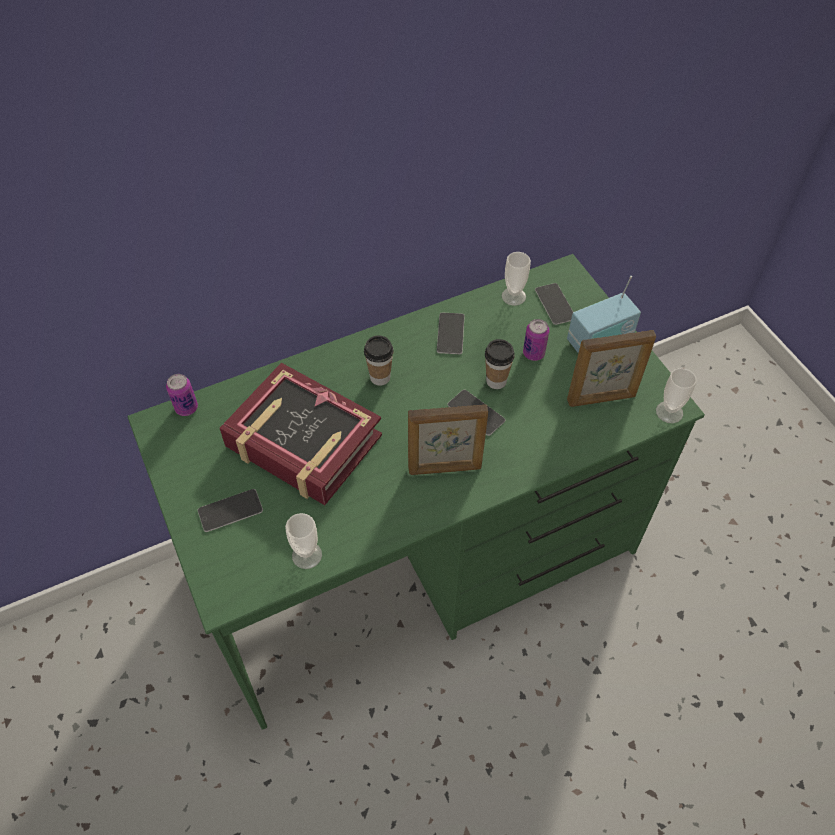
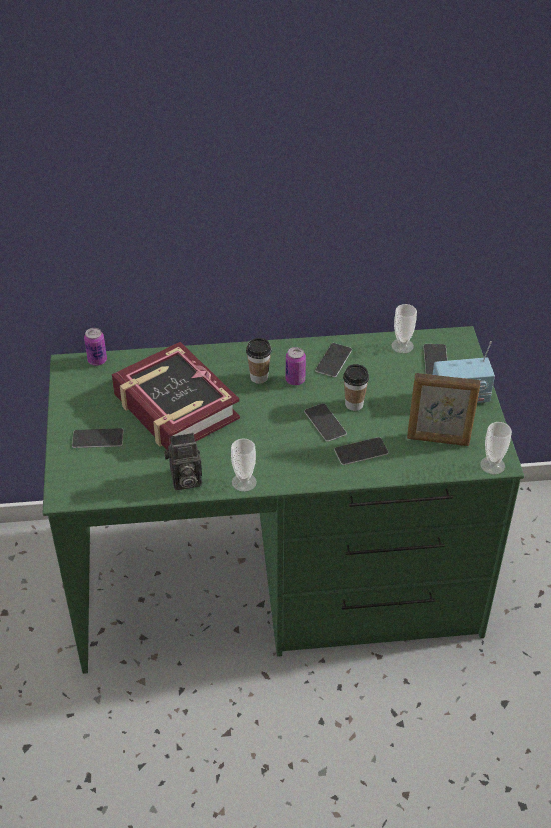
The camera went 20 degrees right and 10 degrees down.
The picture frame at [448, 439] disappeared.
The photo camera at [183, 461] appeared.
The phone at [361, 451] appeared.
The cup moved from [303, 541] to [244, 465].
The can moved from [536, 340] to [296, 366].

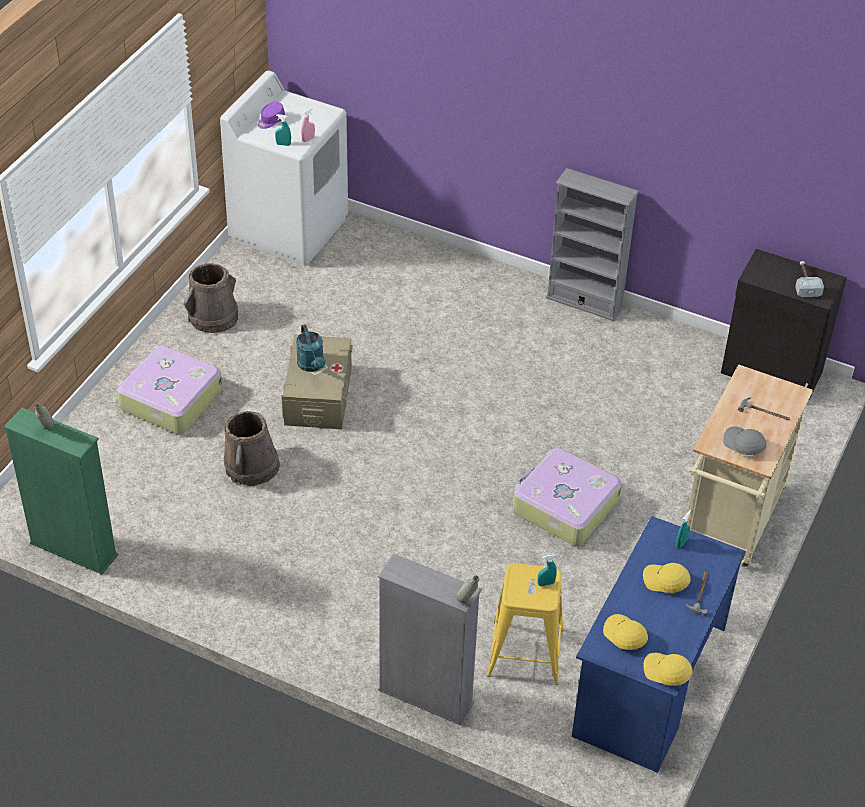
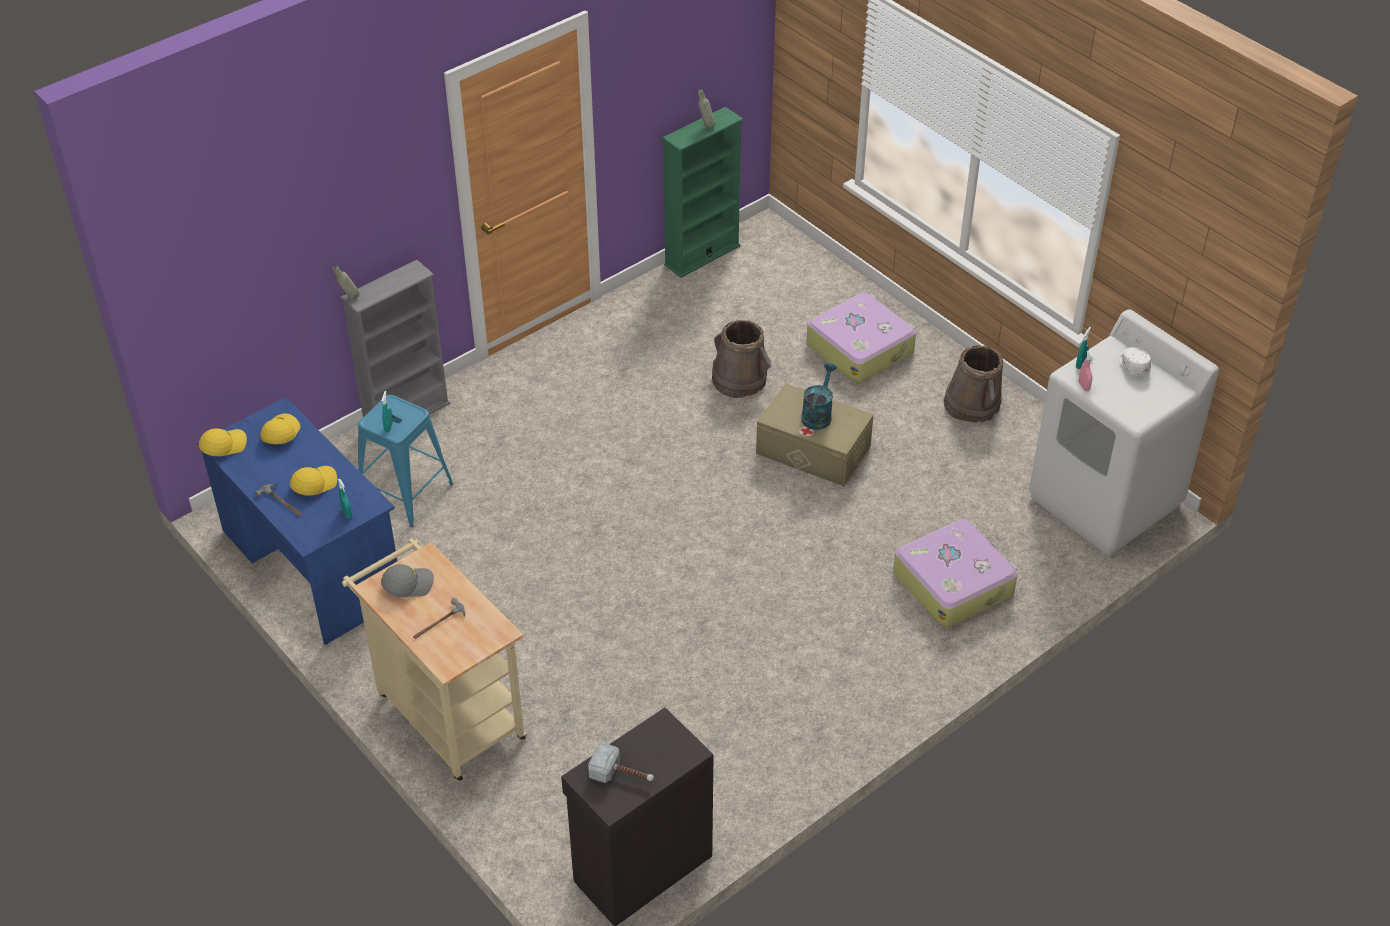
The camera went 115 degrees right and 0 degrees up.
The grey bookcase at [592, 244] disappeared.
The suitcase moved from [567, 497] to [955, 573].
The purple cap at [271, 115] became the white cap at [1134, 361].
The yellow stool at [525, 624] became the blue stool at [405, 461].
The turquoise watering can at [310, 348] turned 105 degrees clockwise.
The yellow cap at [625, 632] turned 75 degrees counterclockwise.

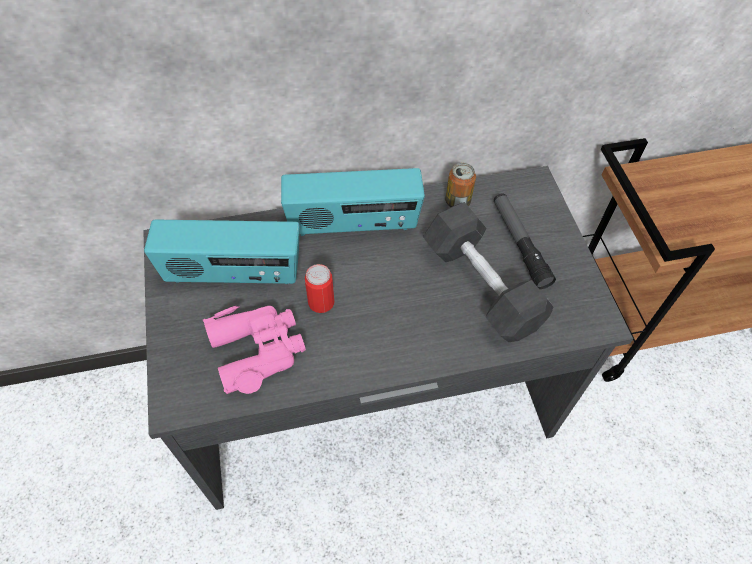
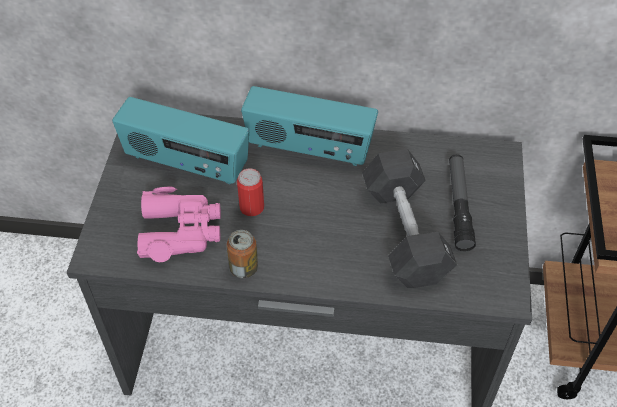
The camera went 20 degrees right and 5 degrees down.
The can moved from [460, 185] to [242, 254].

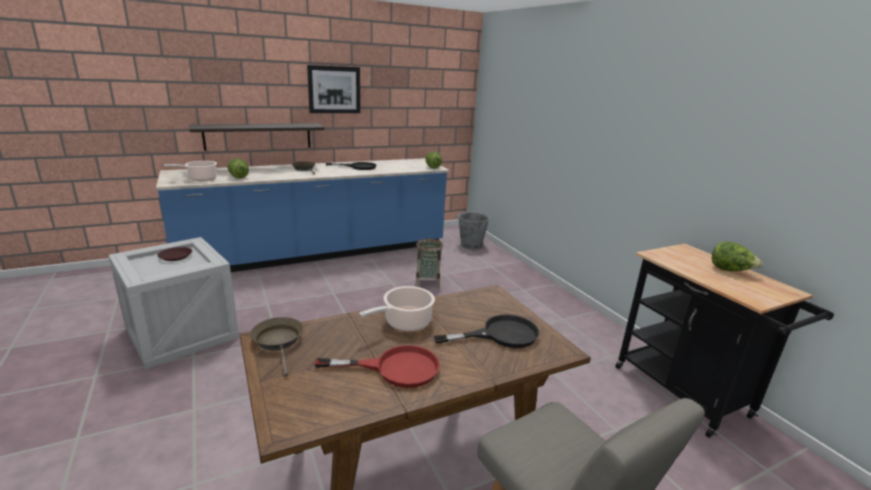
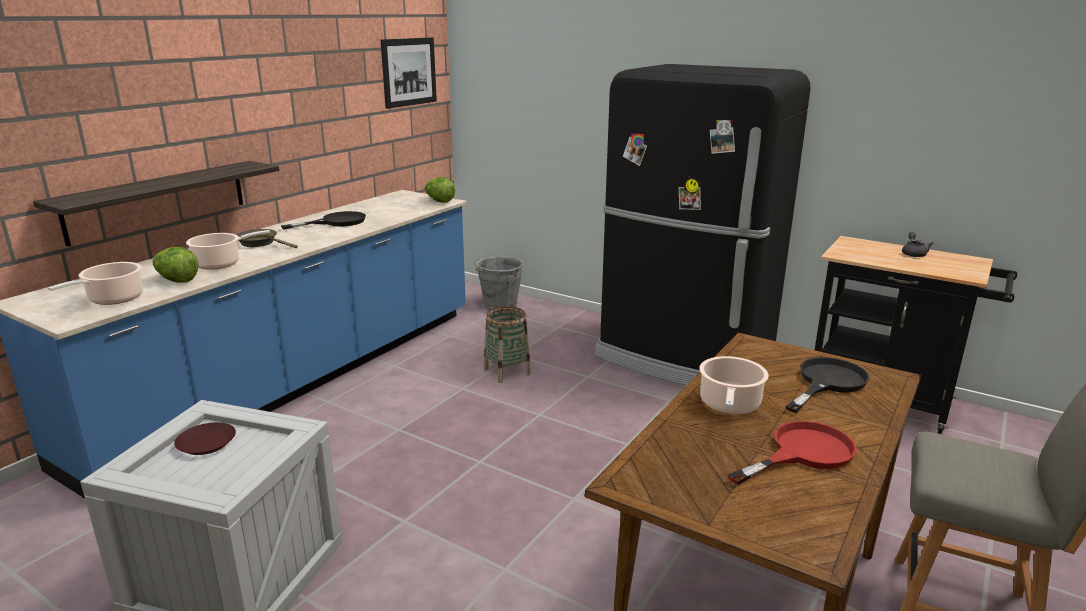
The camera went 30 degrees left and 0 degrees up.
The brown frying pan at [276, 347] disappeared.
The cooking pot at [228, 250] appeared.
The black fridge at [703, 225] appeared.
The picture moved from [333, 89] to [409, 73].
The lettuce at [737, 256] was replaced by the grey teapot at [917, 244].

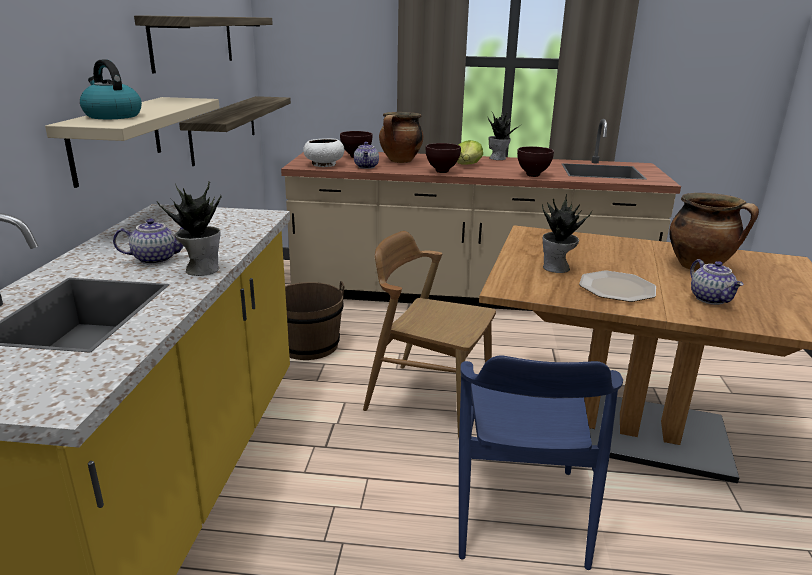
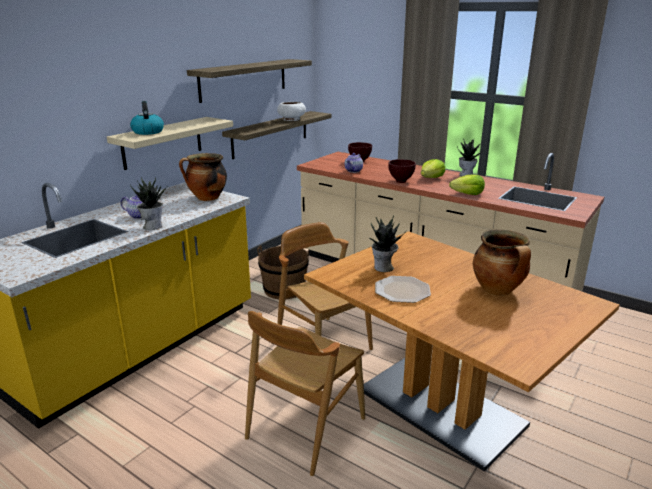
The camera went 30 degrees right and 0 degrees up.
The teapot at [717, 282] disappeared.
The white bowl moved from [323, 152] to [291, 111].
The cooking pot moved from [401, 137] to [203, 177].
The brown bowl at [535, 161] was replaced by the lettuce at [467, 185].
The blue chair at [541, 462] became the brown chair at [305, 393].

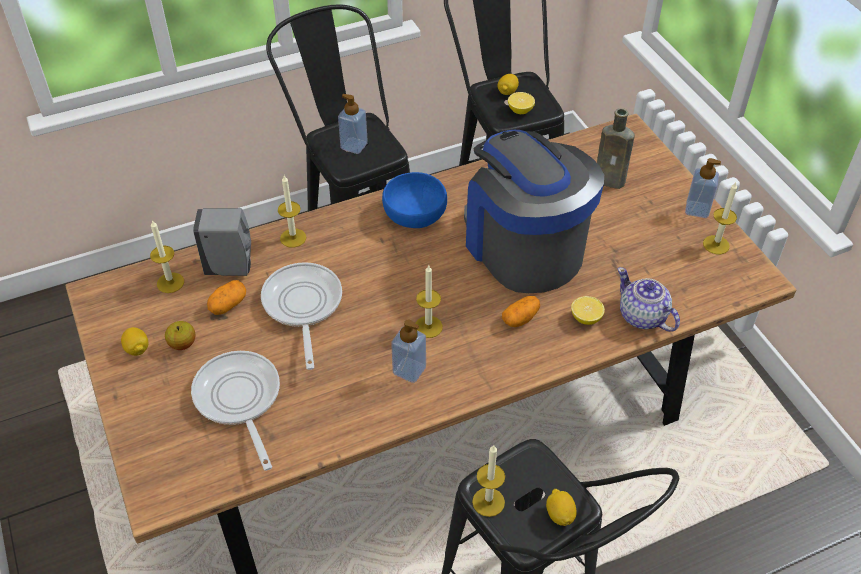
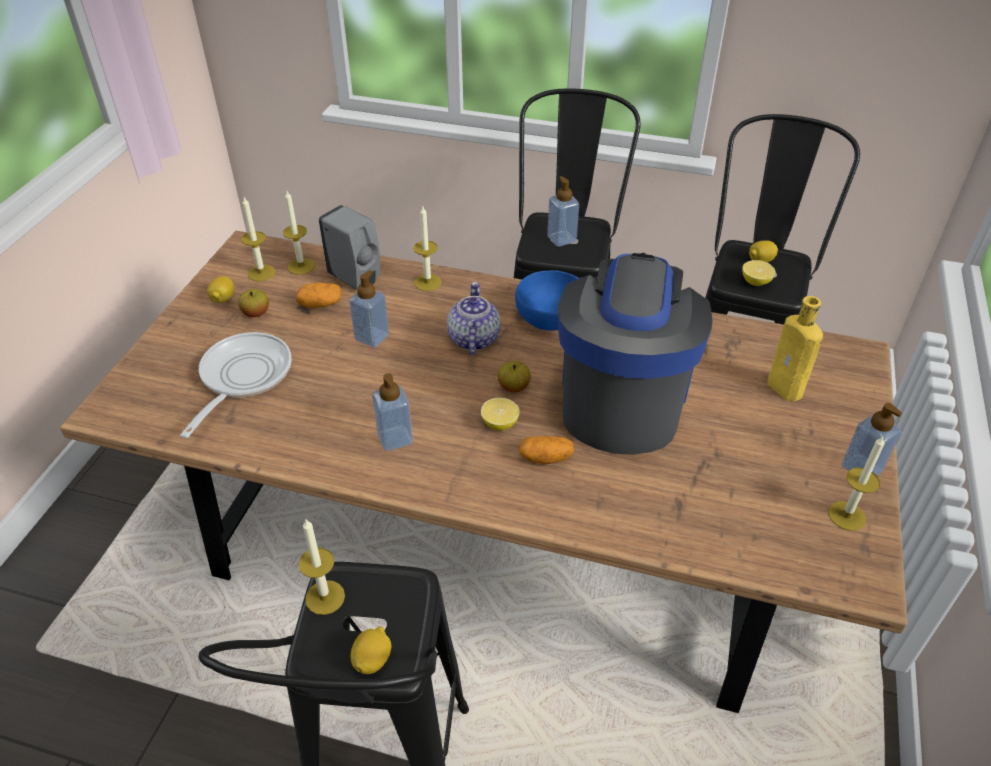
The camera went 40 degrees right and 5 degrees down.
The apple at [514, 376] appeared.
The candle moved from [429, 301] to [258, 239].
The lemon moved from [588, 310] to [500, 414].
The teapot moved from [648, 299] to [474, 318].
The frying pan at [301, 316] was replaced by the soap dispenser at [369, 309].
The brown bottle at [616, 148] became the yellow bottle at [795, 348].

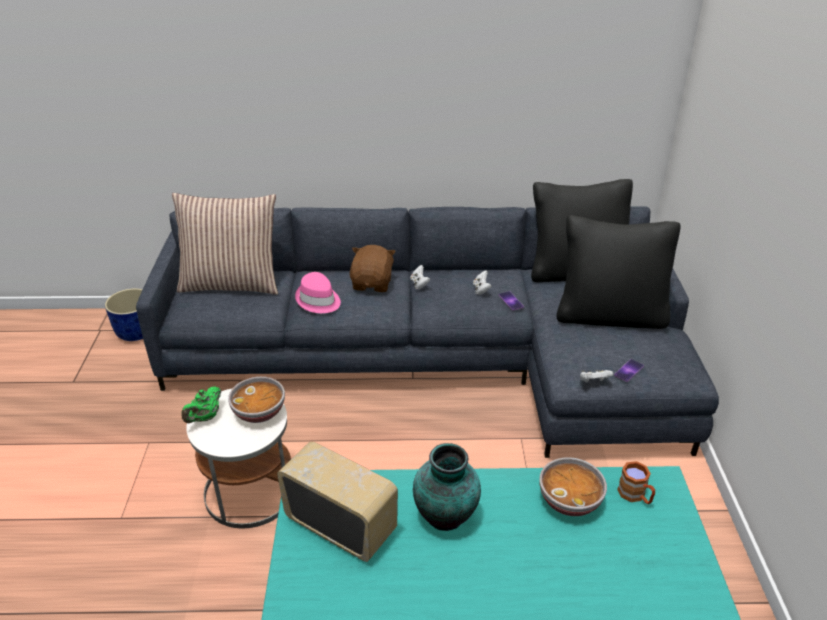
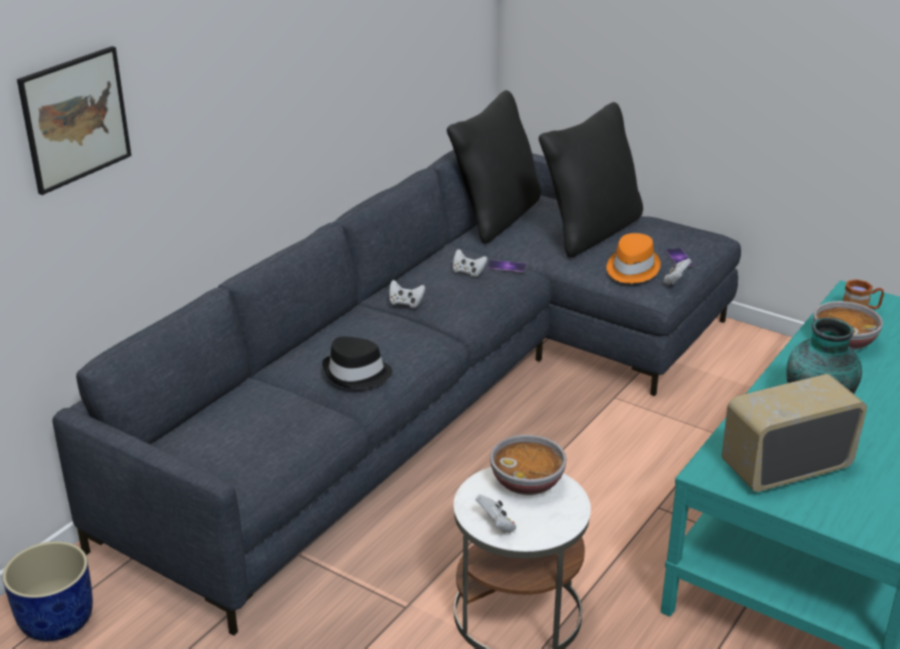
The camera went 55 degrees left and 5 degrees down.
The pillow at [225, 244] disappeared.
The brown plush toy at [373, 268] disappeared.
The picture at [74, 120] appeared.
The orange hat at [633, 258] appeared.
The green teapot at [201, 404] was replaced by the white game controller at [496, 514].
The pink hat at [318, 292] became the black hat at [357, 362].

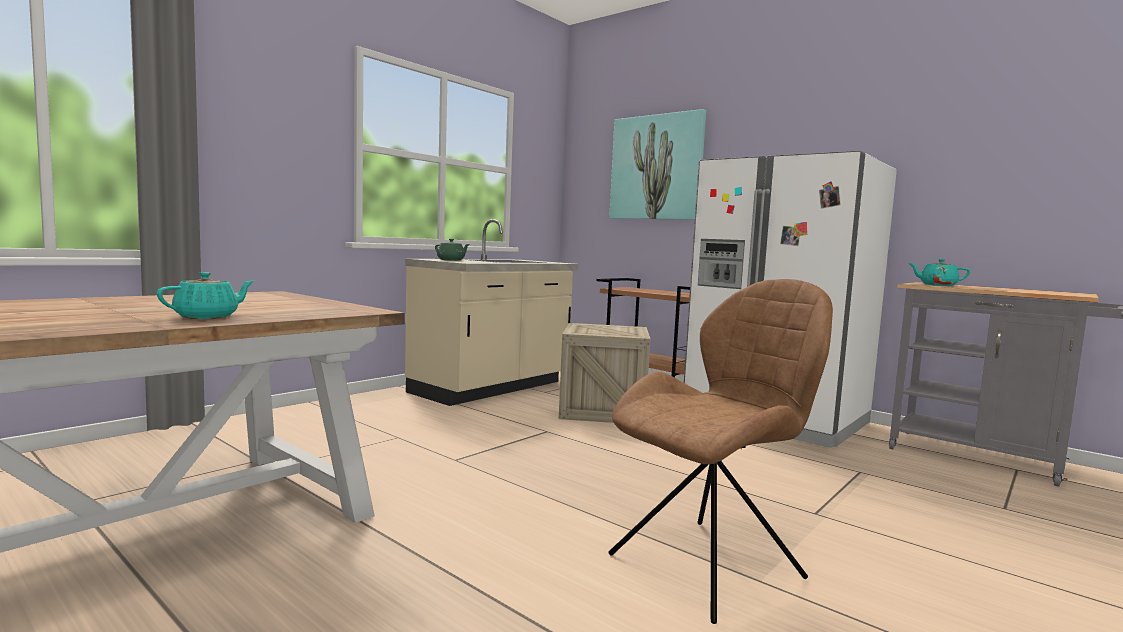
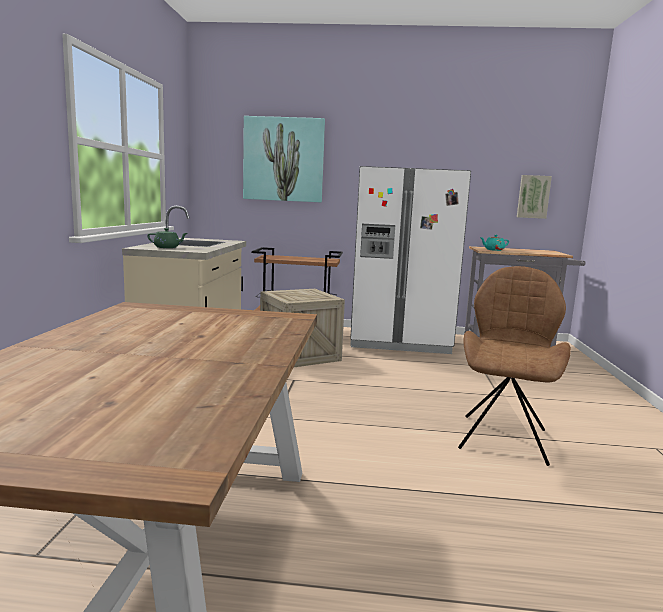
The camera went 35 degrees left and 5 degrees up.
The turquoise teapot at [205, 295] disappeared.
The picture at [534, 197] appeared.

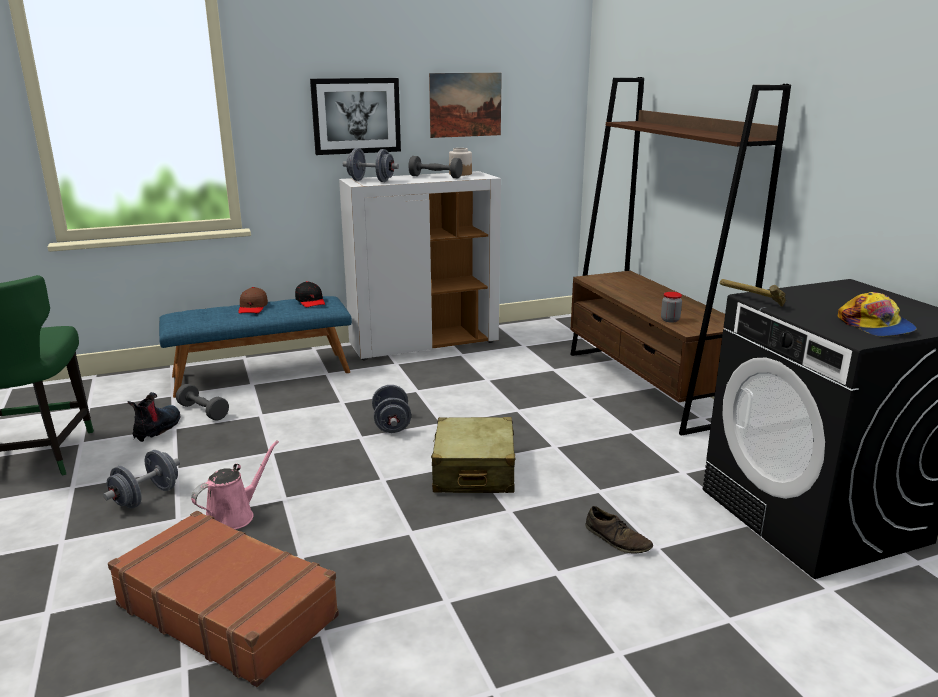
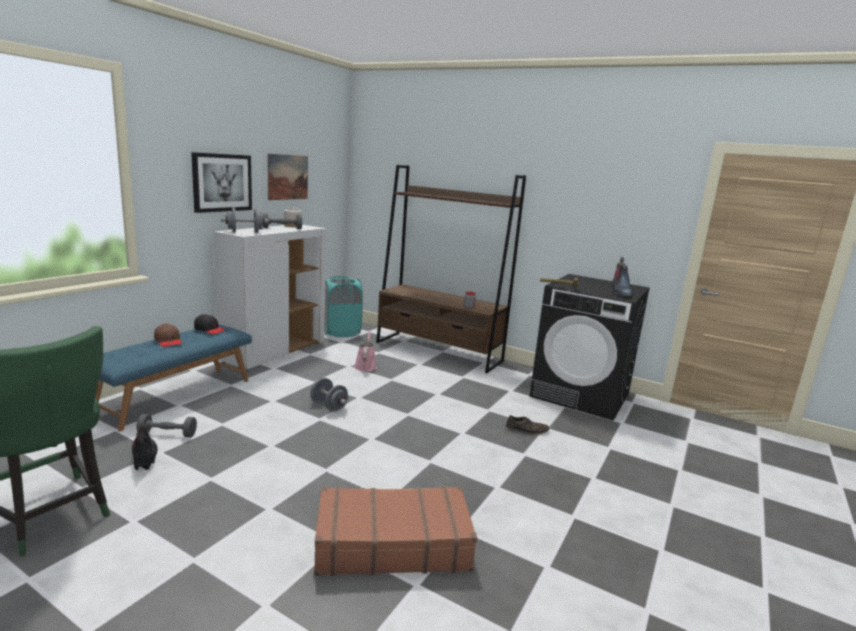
The camera went 40 degrees left and 5 degrees down.
The grey dumbbell at [141, 479] disappeared.
The beige suitcase at [473, 455] disappeared.
The turquoise laundry basket at [343, 306] appeared.
The pink watering can moved from [235, 484] to [365, 351].
The cap at [877, 314] was replaced by the boot at [622, 276].

